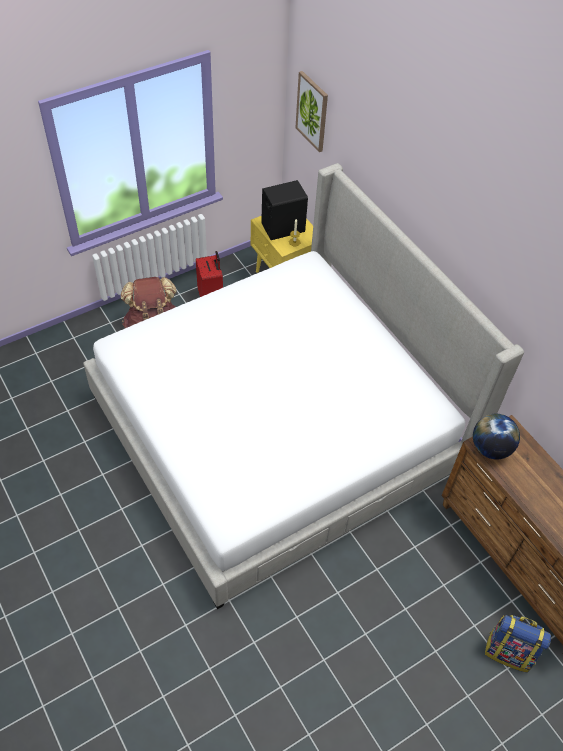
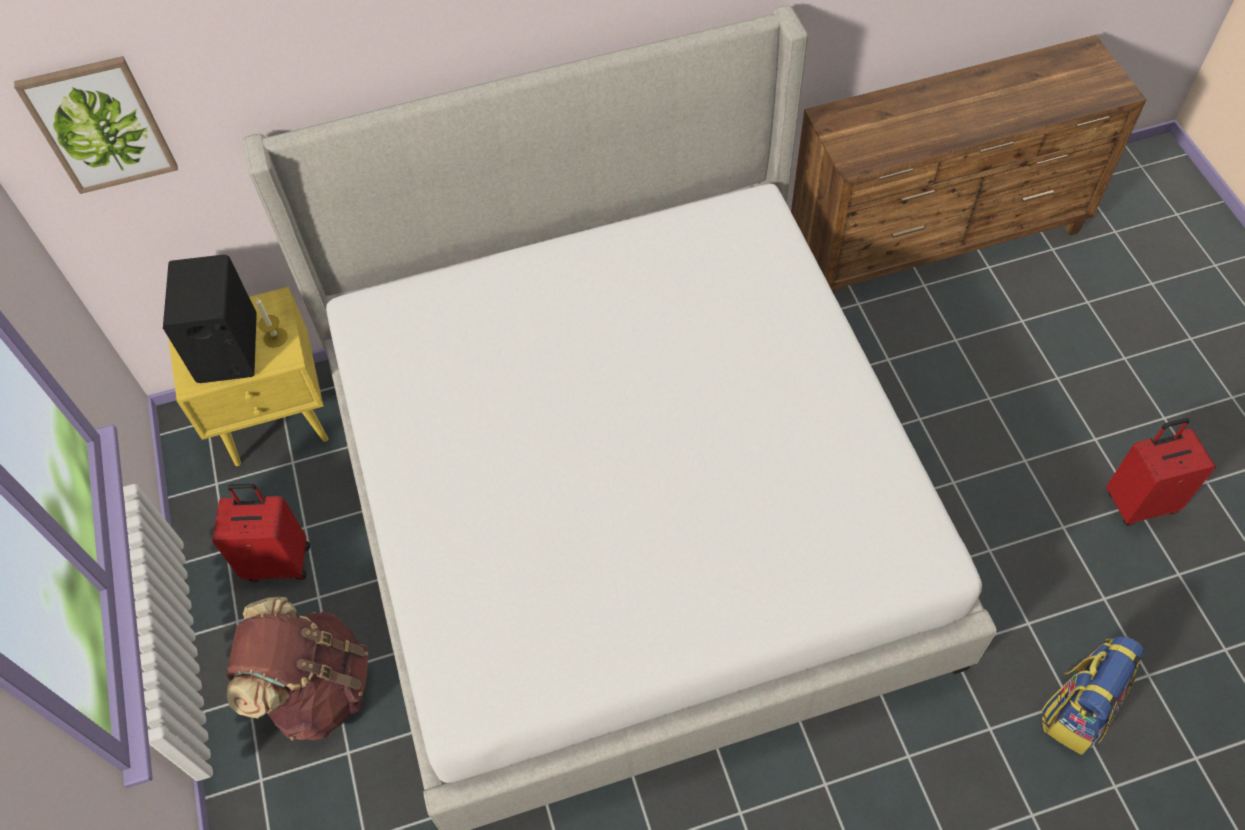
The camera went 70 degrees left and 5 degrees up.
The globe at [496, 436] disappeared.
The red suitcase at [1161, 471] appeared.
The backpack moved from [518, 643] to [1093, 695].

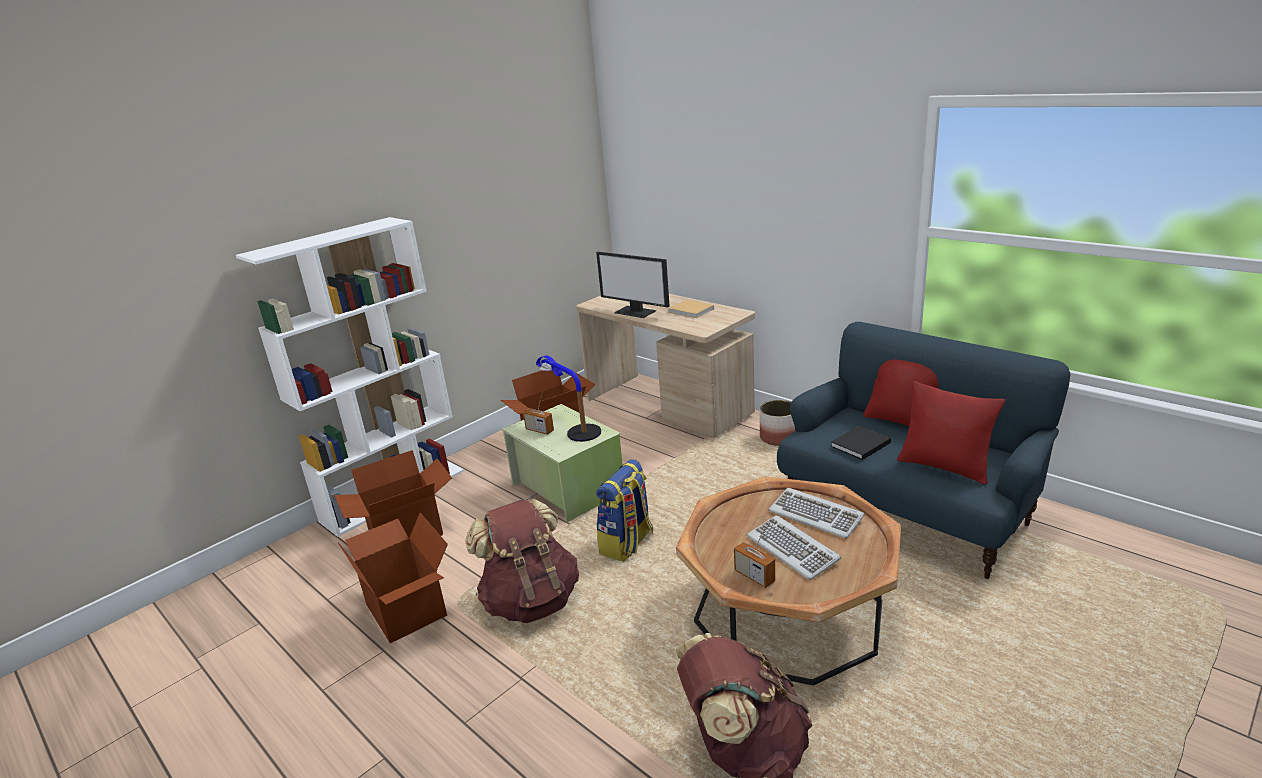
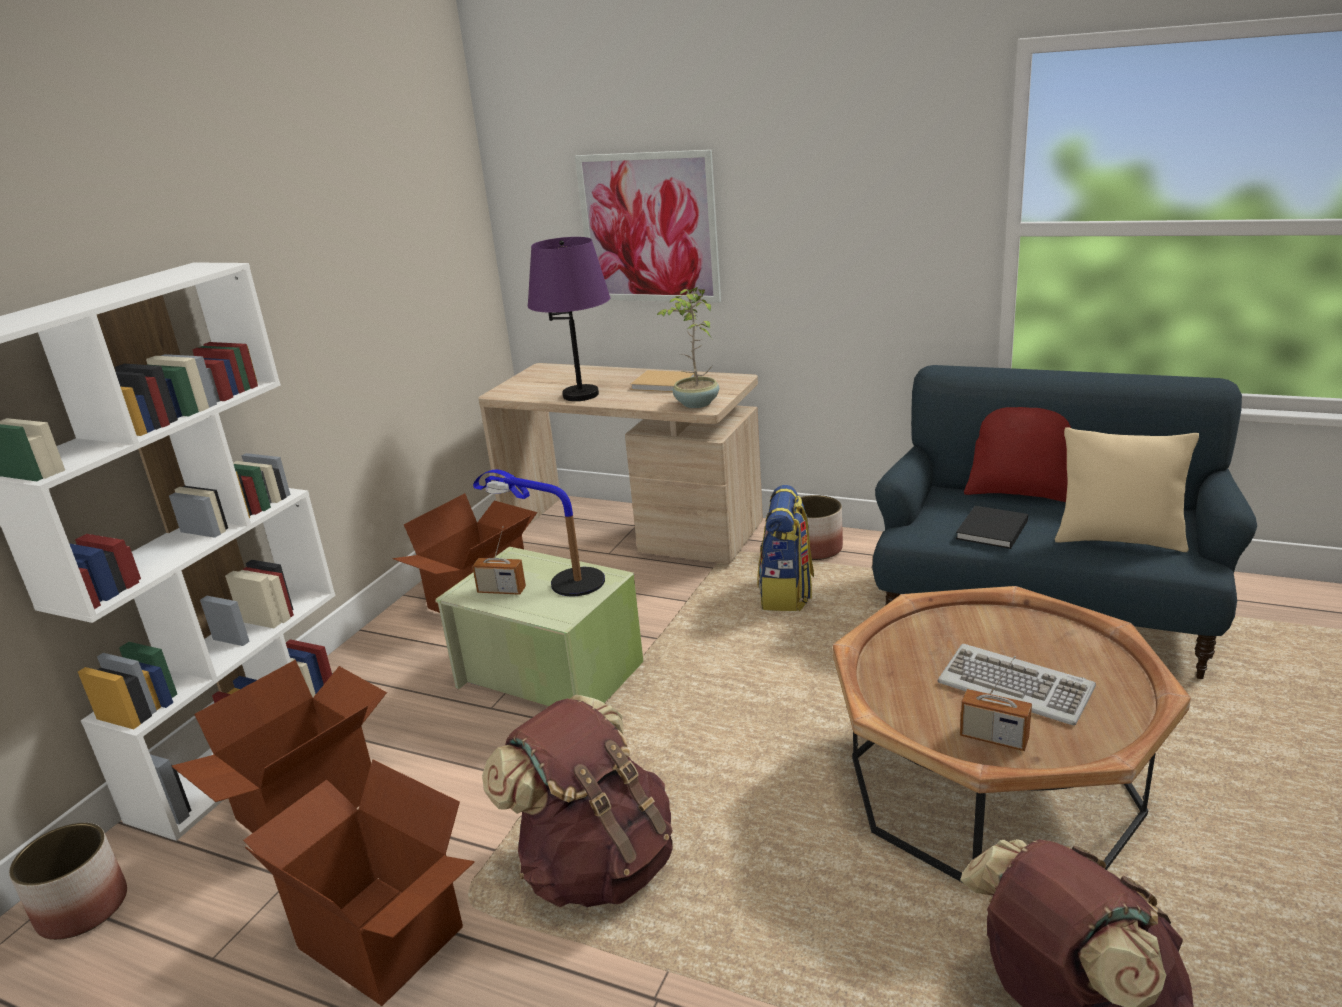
The camera went 20 degrees left and 0 degrees up.
The keyboard at [817, 513] disappeared.
The planter at [68, 881] appeared.
The picture at [648, 226] appeared.
The potted plant at [688, 347] appeared.
The backpack moved from [625, 510] to [785, 548].
The monitor at [633, 285] was replaced by the purple table lamp at [569, 319].
The red pillow at [951, 433] became the beige pillow at [1127, 489].

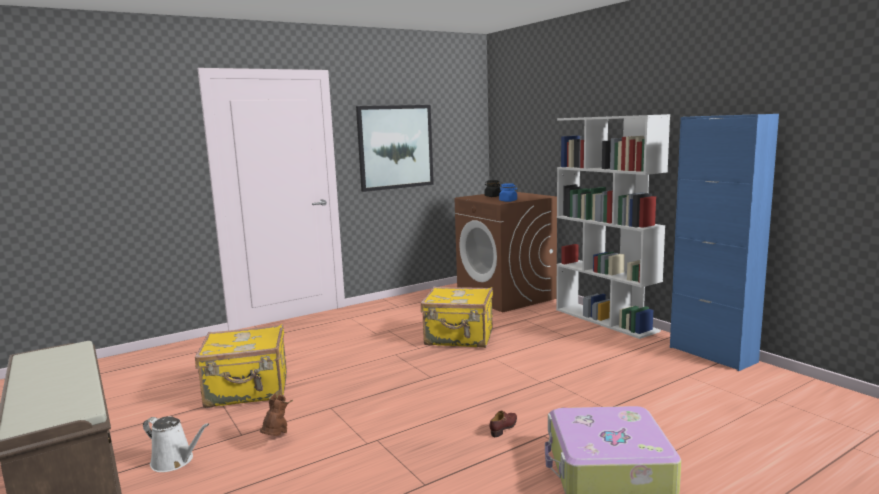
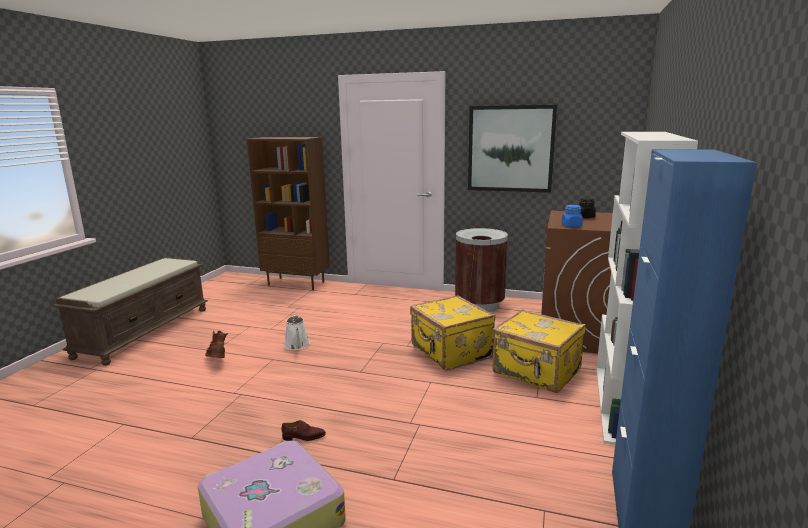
The camera went 50 degrees right and 5 degrees up.
The brown bookcase at [288, 213] appeared.
The brown trash can at [481, 270] appeared.
The white watering can moved from [176, 444] to [297, 332].
The yellow suitcase moved from [241, 366] to [539, 351].
The brown boot at [276, 415] turned 75 degrees counterclockwise.

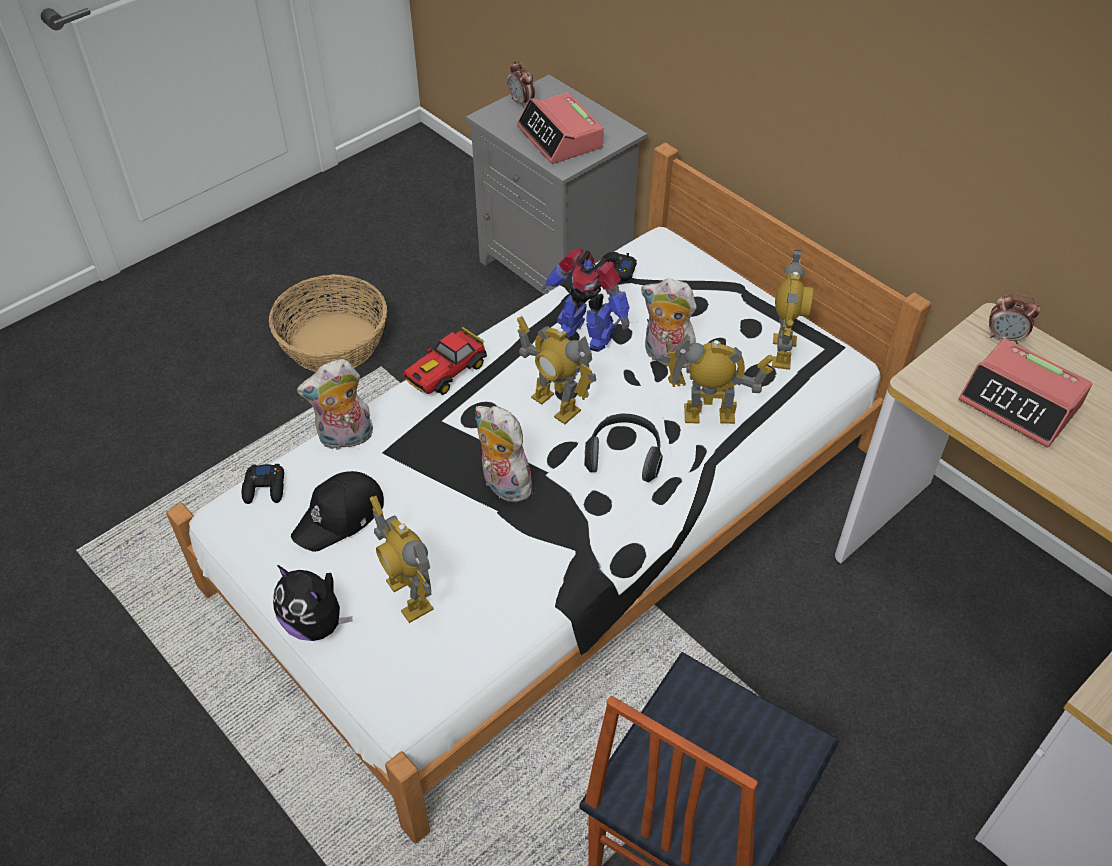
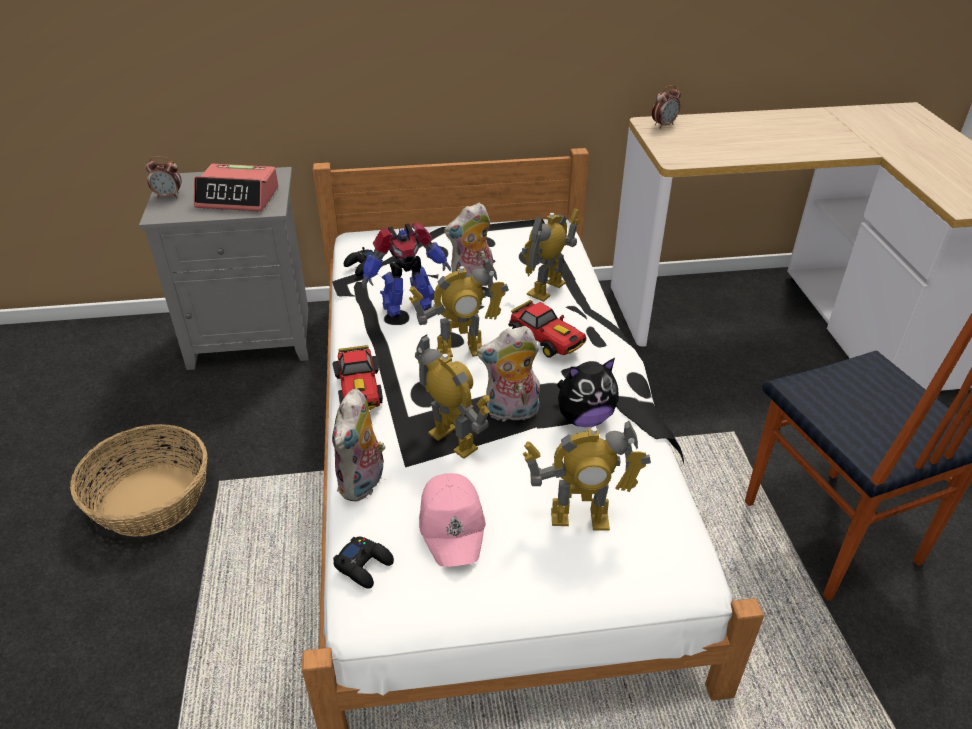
The camera went 55 degrees left and 10 degrees down.
The alarm clock at [1025, 393] disappeared.
The plush toy moved from [313, 603] to [588, 392].
The toy robot moved from [792, 310] to [452, 396].
The headphones at [623, 448] was replaced by the toy car at [547, 329].
The black cap at [337, 511] became the pink cap at [452, 520].

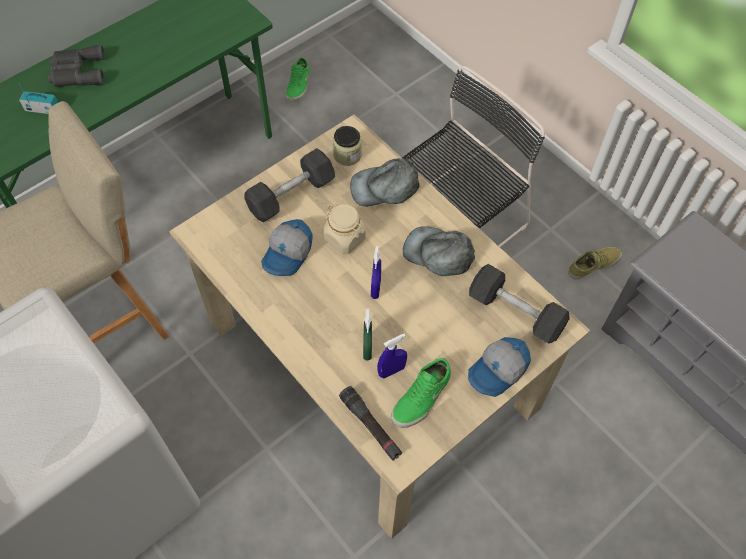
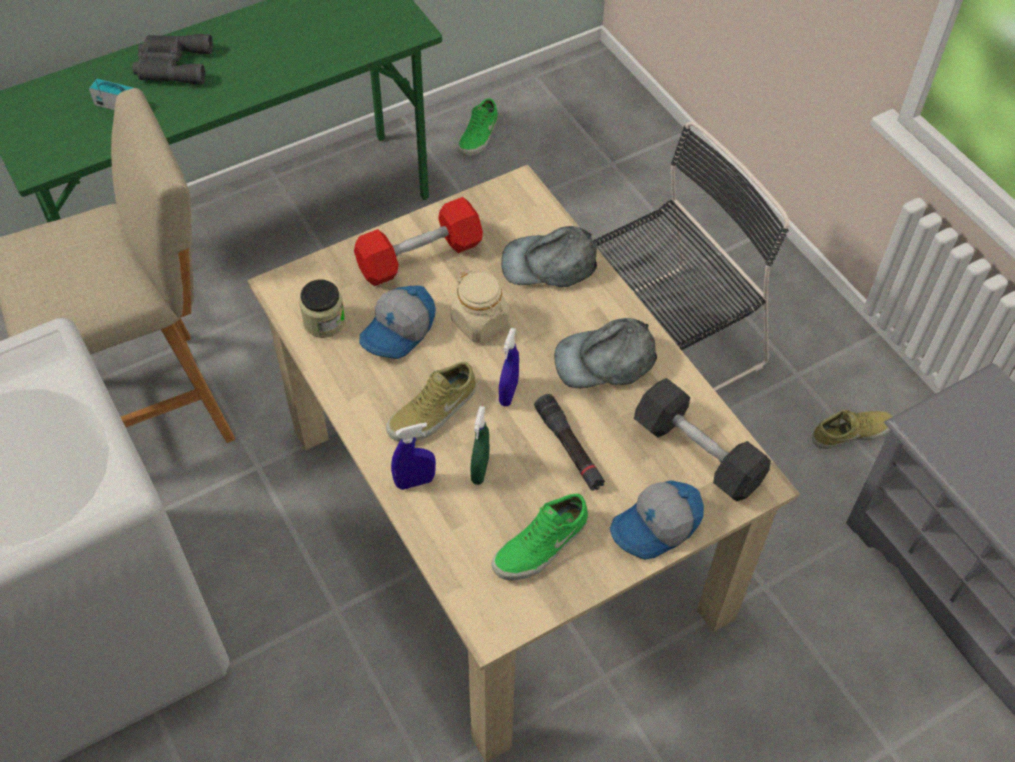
The camera went 10 degrees right and 5 degrees down.
The beige shoe at [431, 402] appeared.
The jar moved from [347, 146] to [322, 309].
The black flashlight moved from [370, 423] to [569, 442].
The blue spray bottle moved from [392, 355] to [413, 456].
The grey dumbbell at [289, 185] became the red dumbbell at [418, 241].
The grey cap at [439, 251] turned 45 degrees counterclockwise.

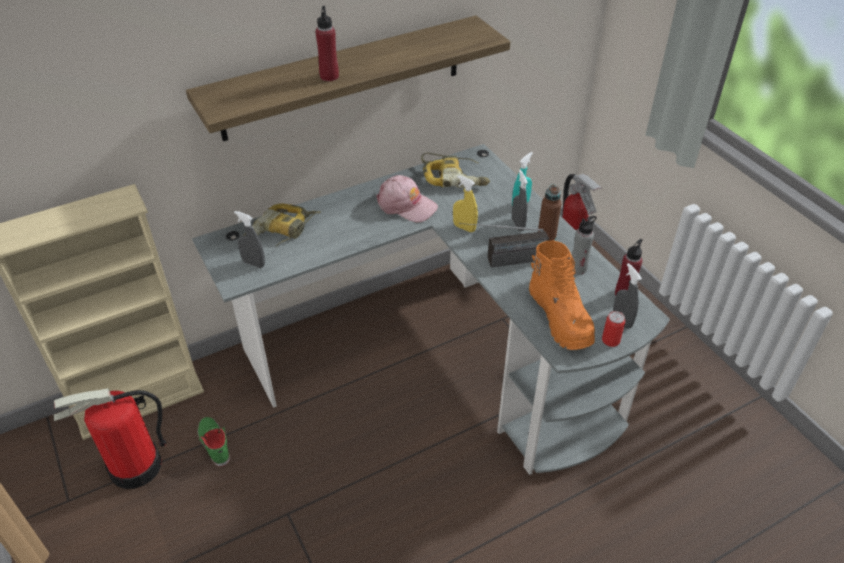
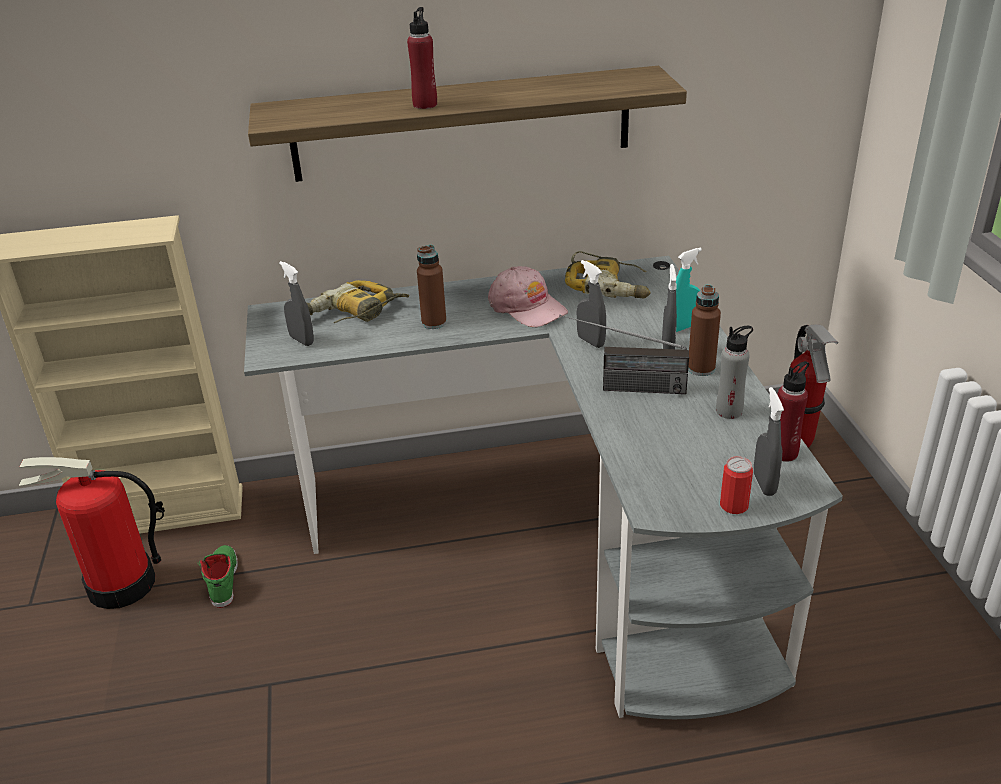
The camera went 20 degrees right and 10 degrees down.
The orange boot at [562, 295] disappeared.
The brown bottle at [432, 287] appeared.
The yellow spray bottle at [465, 203] became the grey spray bottle at [591, 304].

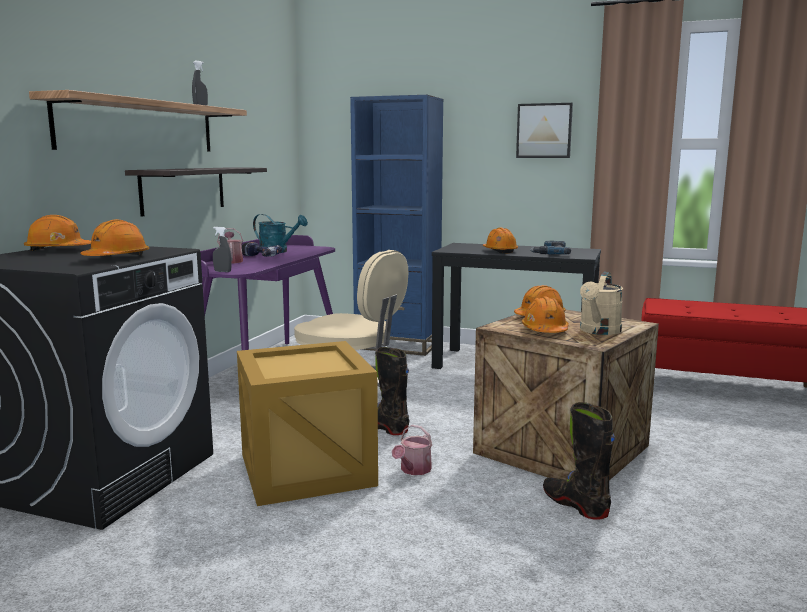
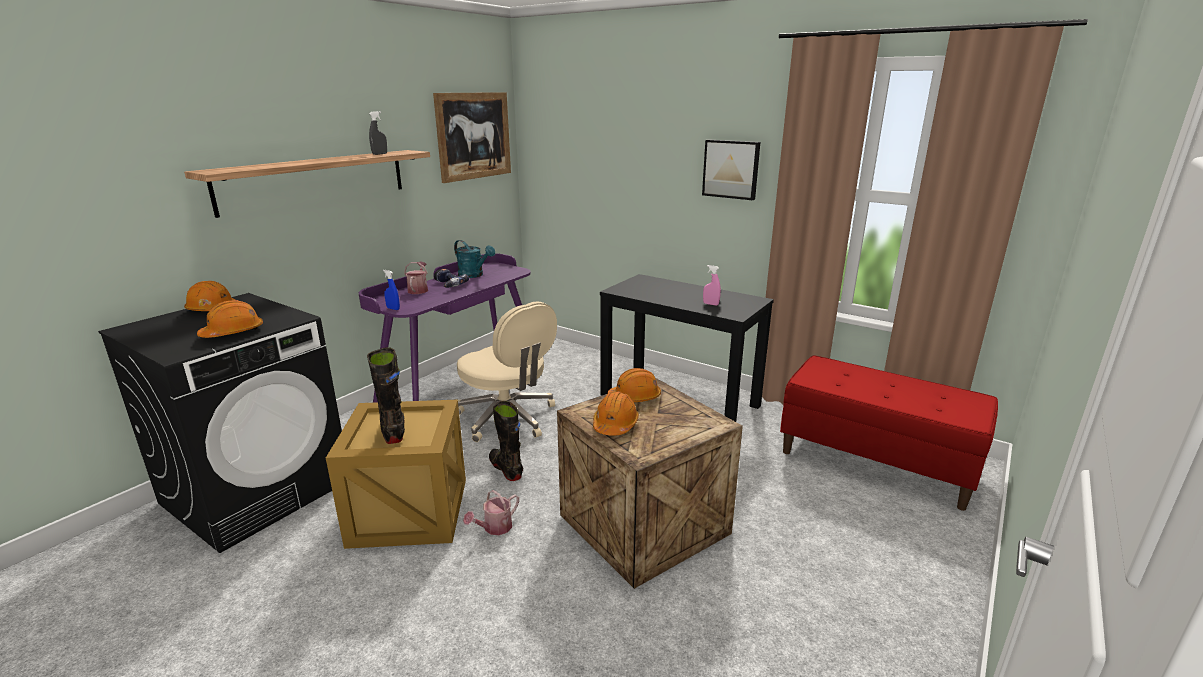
The camera went 15 degrees right and 10 degrees up.
The shelf at [196, 192] disappeared.
The blue bookcase at [397, 225] disappeared.
The orange hard hat at [500, 240] disappeared.
The beige watering can at [601, 303] disappeared.
The picture at [472, 137] appeared.
The black boot moved from [579, 461] to [386, 395].
The power drill at [550, 248] was replaced by the pink spray bottle at [712, 285].
The grey spray bottle at [222, 249] became the blue spray bottle at [391, 290].

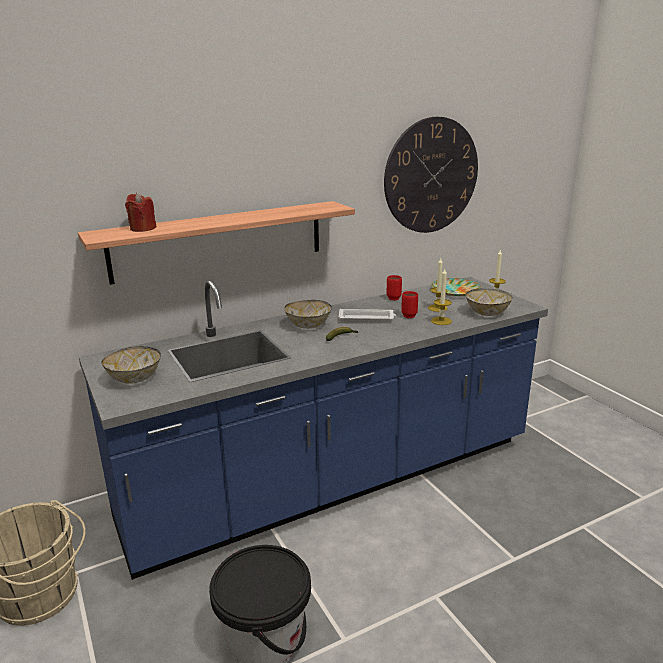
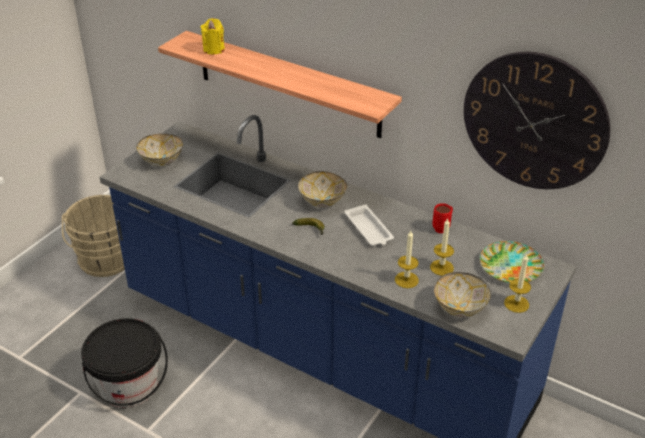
The camera went 60 degrees right and 15 degrees up.
The red mug at [409, 304] disappeared.
The red candle at [141, 212] became the yellow candle at [212, 36].

